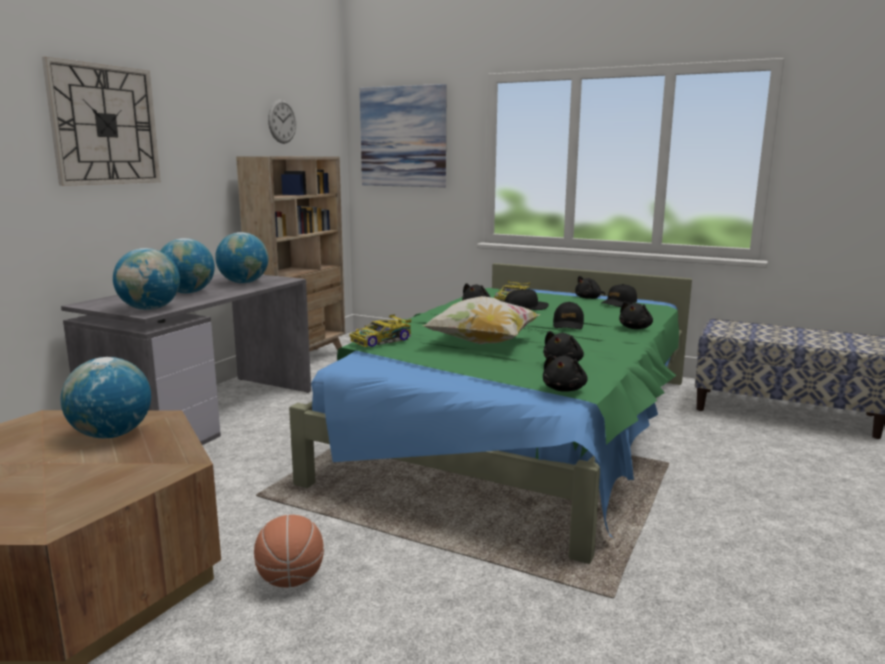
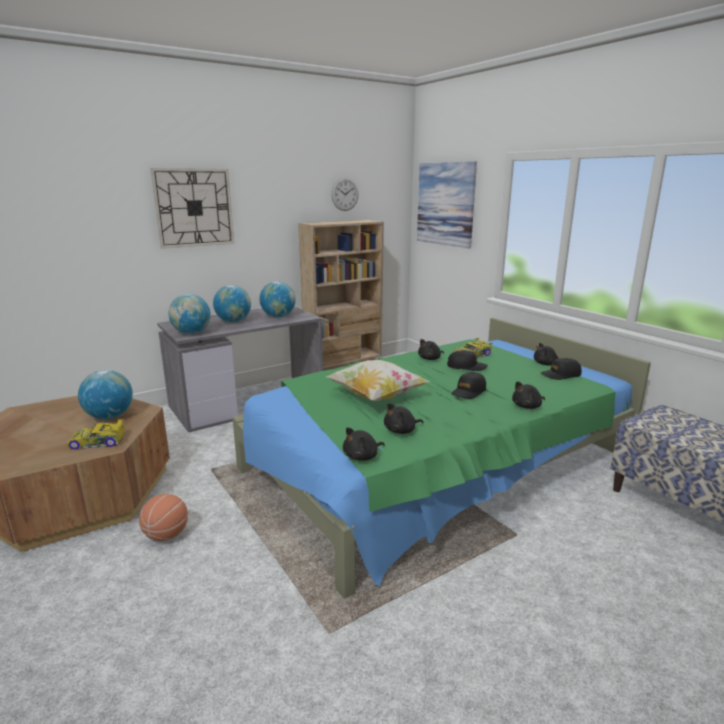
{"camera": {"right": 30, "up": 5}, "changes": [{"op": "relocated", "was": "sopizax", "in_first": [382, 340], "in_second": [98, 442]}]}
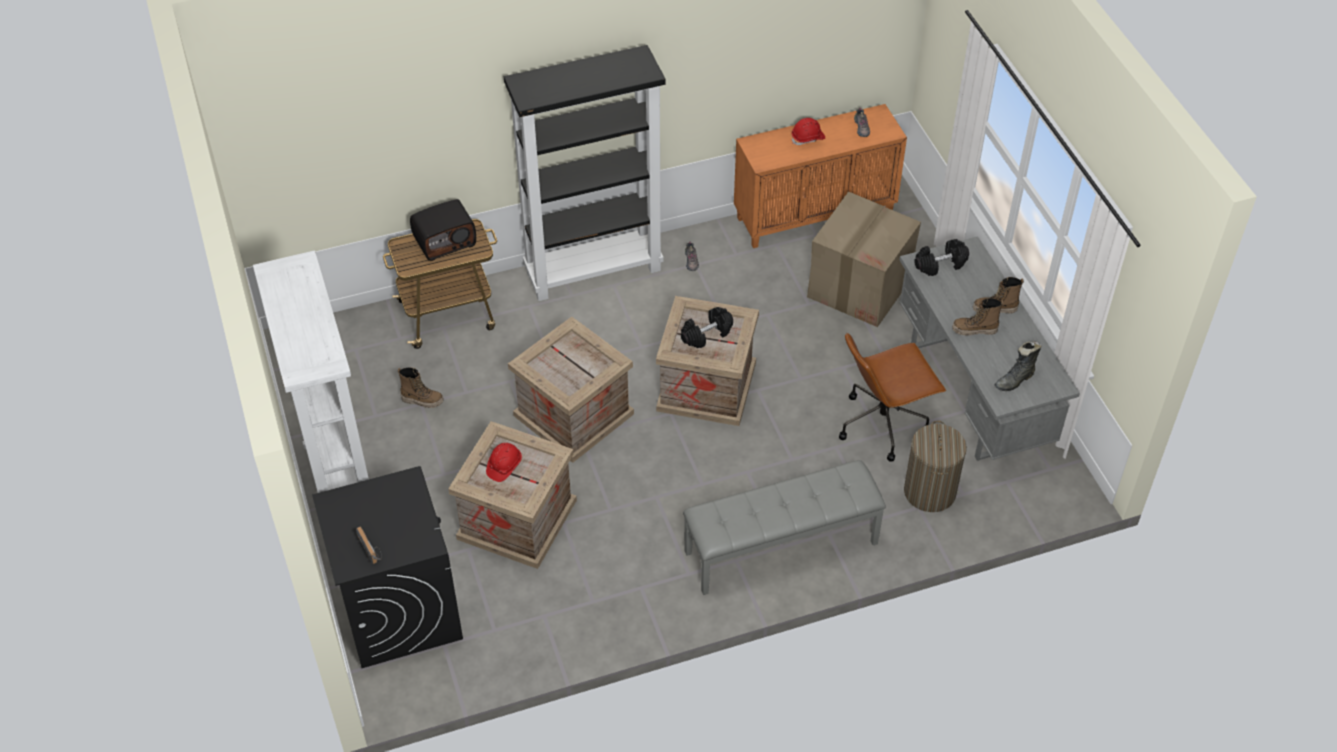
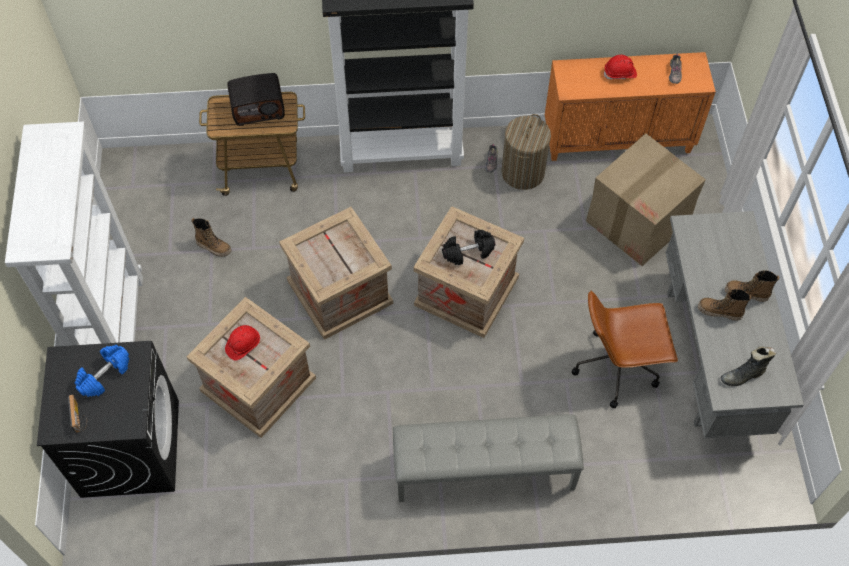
{"camera": {"right": 15, "up": 10}, "changes": [{"op": "appeared", "now": "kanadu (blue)", "in_second": [105, 375]}, {"op": "relocated", "was": "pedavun", "in_first": [929, 492], "in_second": [523, 172]}, {"op": "missing", "was": "kanadu (black)", "in_first": [940, 265]}]}
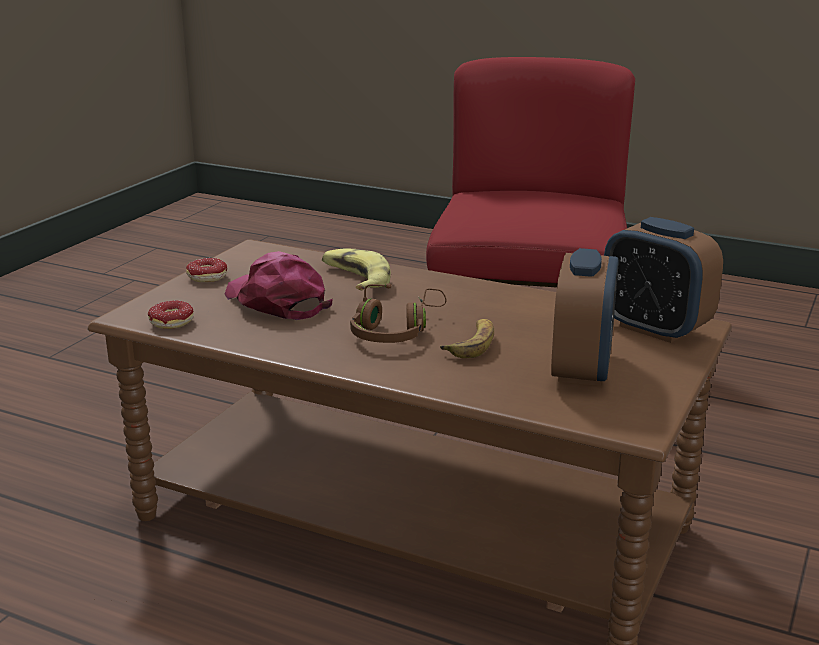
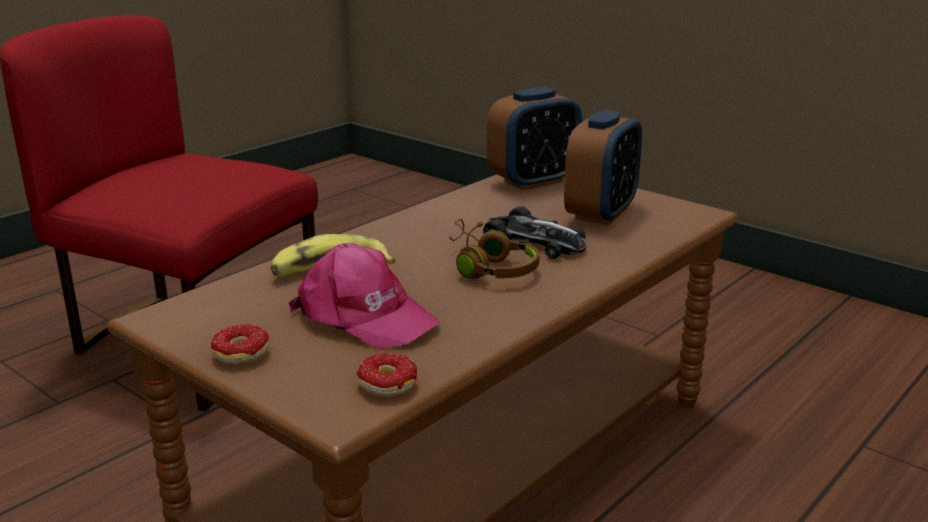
{"camera": {"right": -75, "up": 0}, "changes": [{"op": "spun", "was": "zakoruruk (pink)", "in_first": [276, 301], "in_second": [364, 316], "clockwise": -120}, {"op": "exchanged", "was": "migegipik", "now": "sopizax", "in_first": [472, 344], "in_second": [534, 241]}, {"op": "spun", "was": "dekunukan", "in_first": [581, 369], "in_second": [601, 213], "clockwise": 90}]}
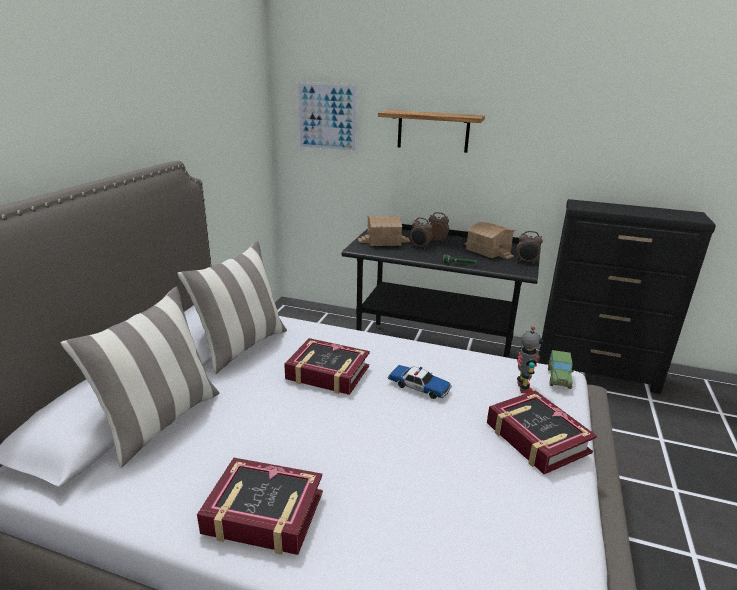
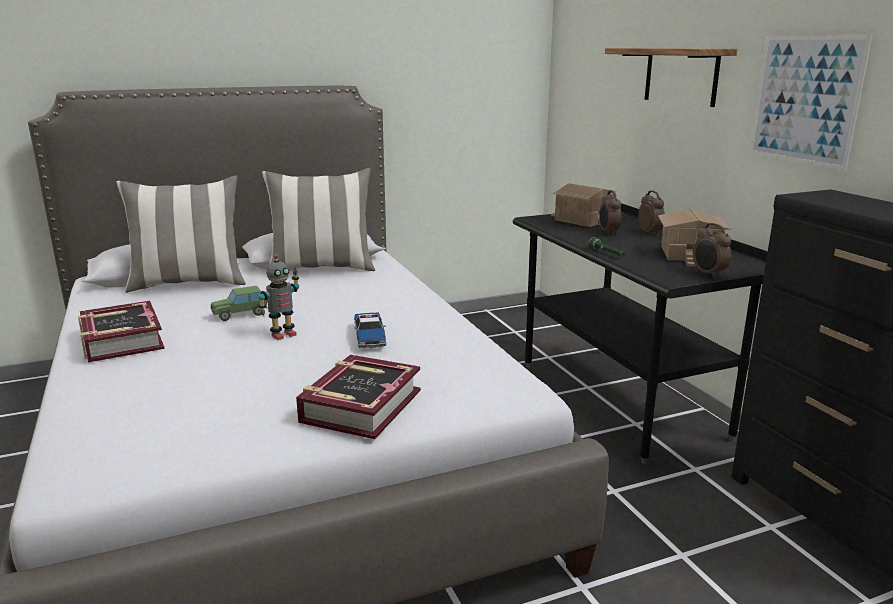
{"camera": {"right": 50, "up": -5}, "changes": [{"op": "relocated", "was": "sopizax", "in_first": [558, 378], "in_second": [241, 314]}, {"op": "relocated", "was": "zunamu", "in_first": [522, 388], "in_second": [283, 335]}, {"op": "relocated", "was": "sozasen", "in_first": [327, 117], "in_second": [805, 100]}, {"op": "missing", "was": "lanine", "in_first": [327, 373]}]}
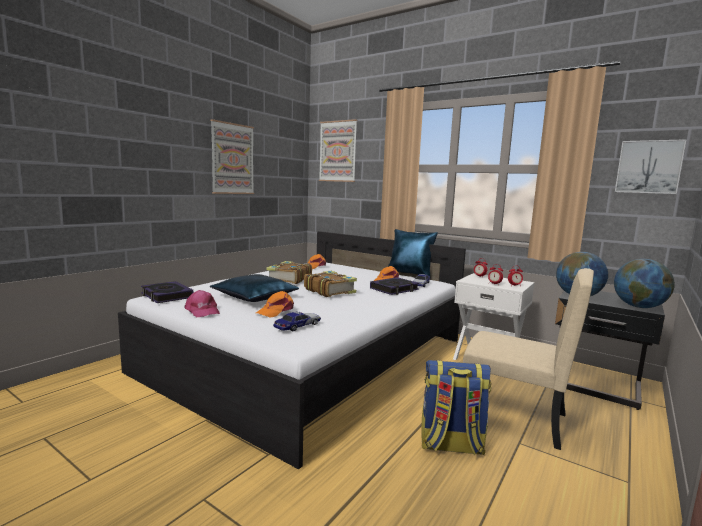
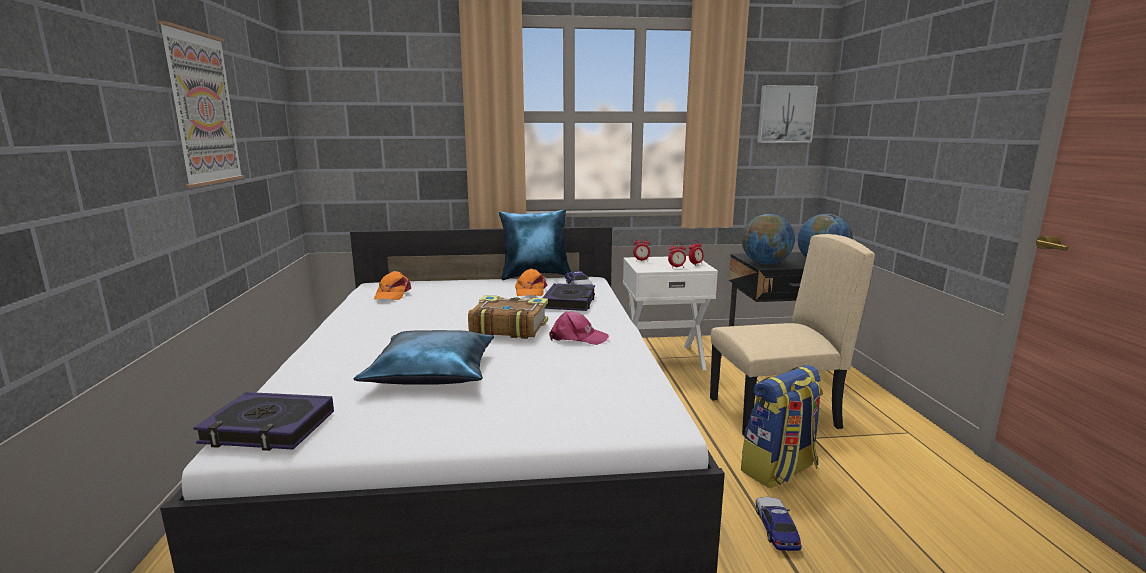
{"camera": {"right": -40, "up": 5}, "changes": [{"op": "relocated", "was": "zakoruruk (pink)", "in_first": [202, 311], "in_second": [577, 338]}, {"op": "relocated", "was": "sopizax", "in_first": [298, 326], "in_second": [776, 528]}, {"op": "missing", "was": "zakoruruk (orange)", "in_first": [276, 311]}, {"op": "missing", "was": "lanine", "in_first": [289, 279]}, {"op": "missing", "was": "sozasen", "in_first": [338, 151]}]}
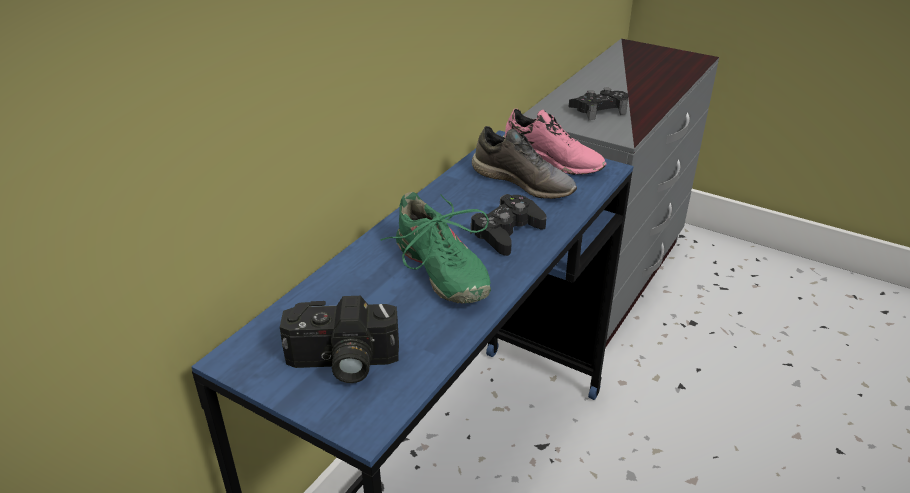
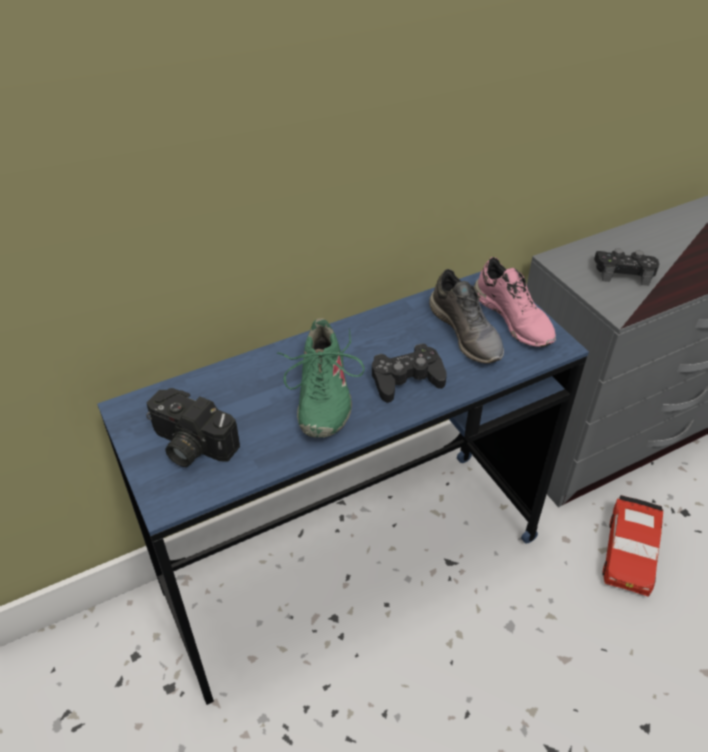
{"camera": {"right": 30, "up": 10}, "changes": [{"op": "appeared", "now": "sopizax (red)", "in_second": [630, 552]}]}
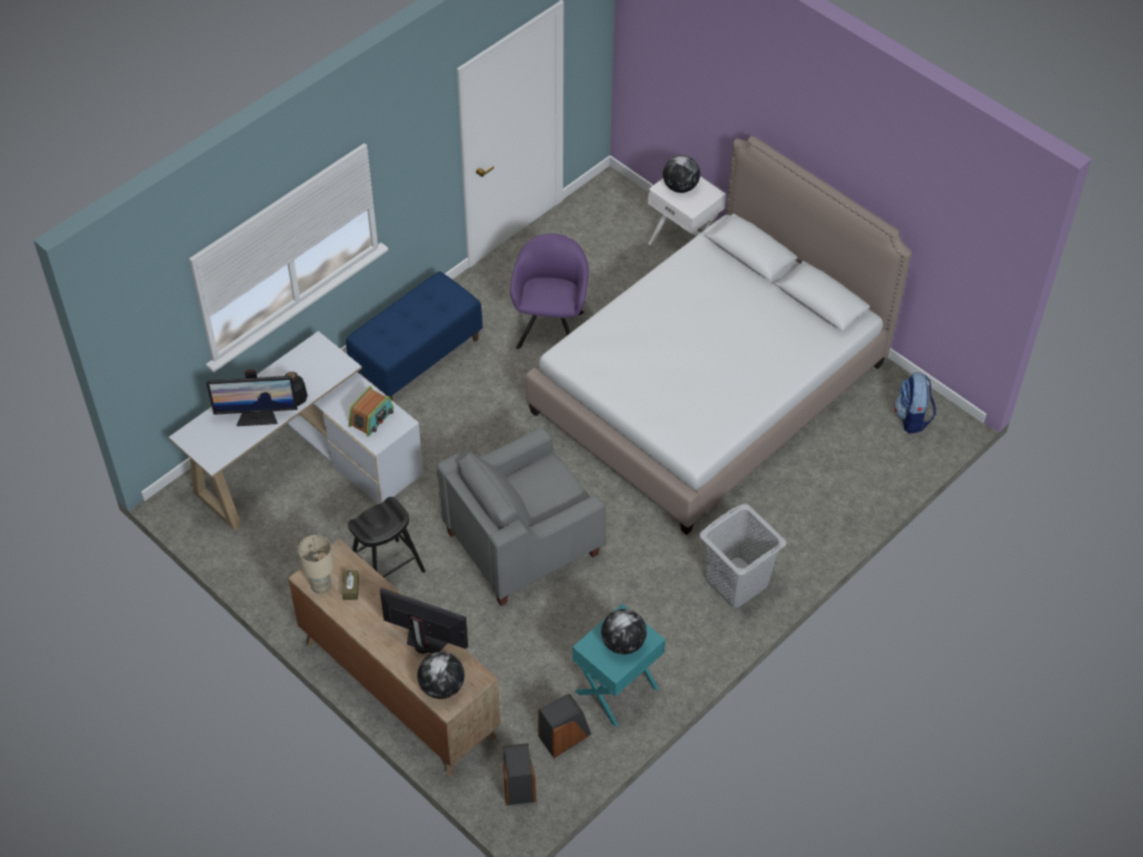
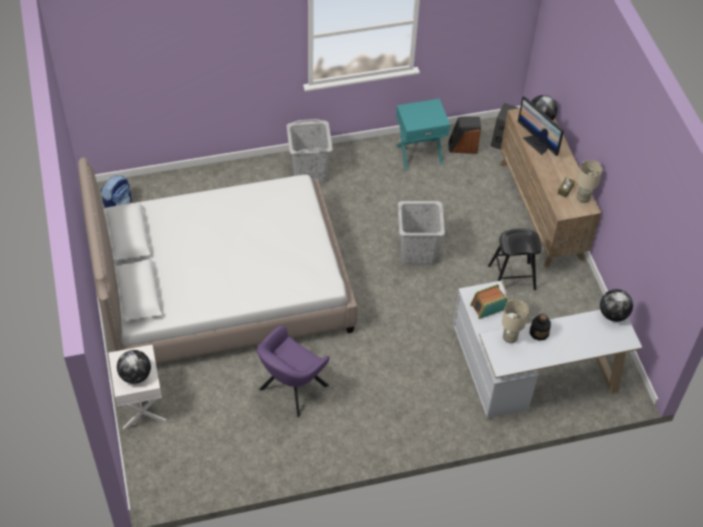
{"camera": {"right": -150, "up": 0}, "changes": [{"op": "exchanged", "was": "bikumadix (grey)", "now": "pedavun (grey)", "in_first": [522, 543], "in_second": [417, 252]}, {"op": "appeared", "now": "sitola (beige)", "in_second": [510, 338]}, {"op": "relocated", "was": "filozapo", "in_first": [623, 643], "in_second": [613, 314]}, {"op": "missing", "was": "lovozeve", "in_first": [257, 416]}, {"op": "missing", "was": "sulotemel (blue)", "in_first": [417, 357]}]}
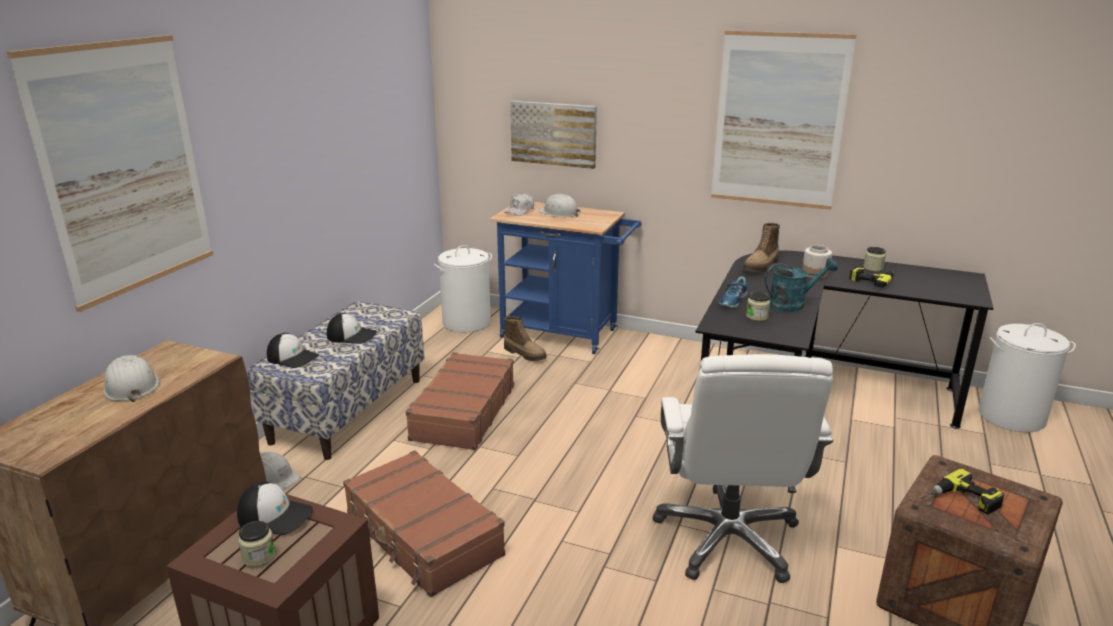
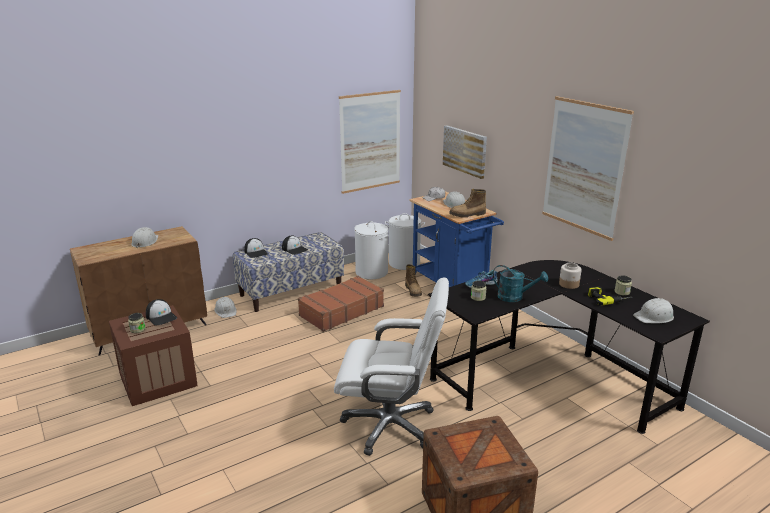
{"camera": {"right": 35, "up": 0}, "changes": [{"op": "spun", "was": "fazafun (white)", "in_first": [728, 538], "in_second": [391, 425], "clockwise": -120}, {"op": "relocated", "was": "sozasen", "in_first": [124, 168], "in_second": [370, 141]}, {"op": "relocated", "was": "pedavun (white)", "in_first": [1011, 416], "in_second": [371, 272]}, {"op": "relocated", "was": "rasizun", "in_first": [761, 267], "in_second": [467, 215]}, {"op": "appeared", "now": "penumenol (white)", "in_second": [654, 316]}, {"op": "missing", "was": "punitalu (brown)", "in_first": [422, 535]}, {"op": "missing", "was": "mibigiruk", "in_first": [960, 502]}]}
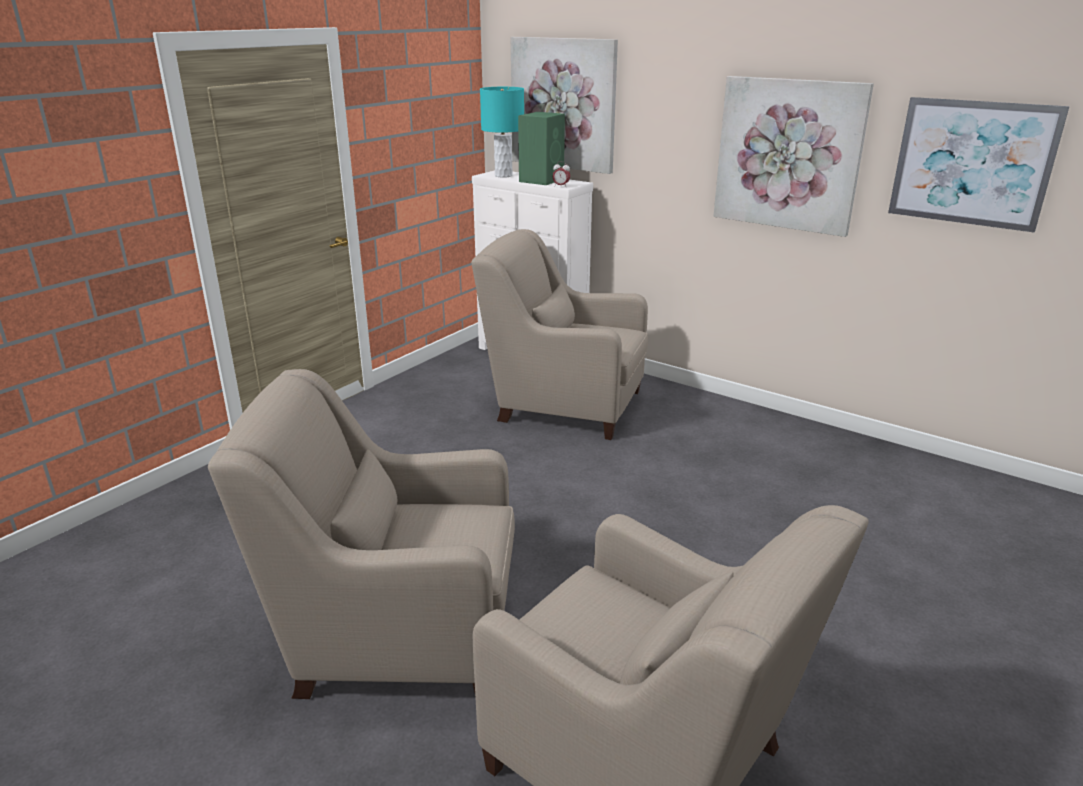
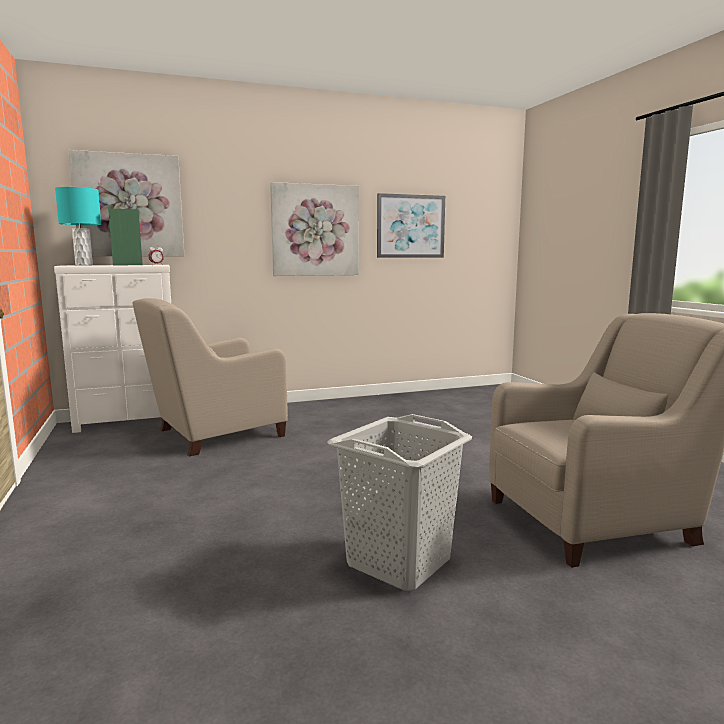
{"camera": {"right": -55, "up": -15}, "changes": [{"op": "exchanged", "was": "bikumadix (beige)", "now": "pedavun (grey)", "in_first": [398, 633], "in_second": [397, 562]}]}
